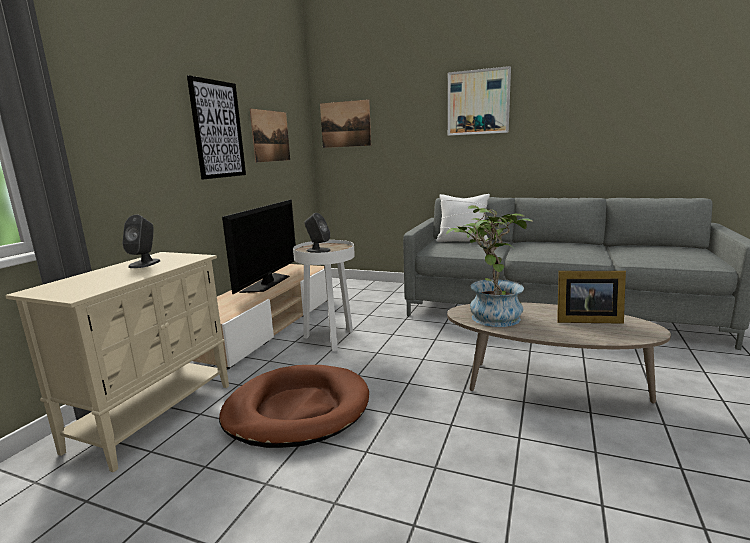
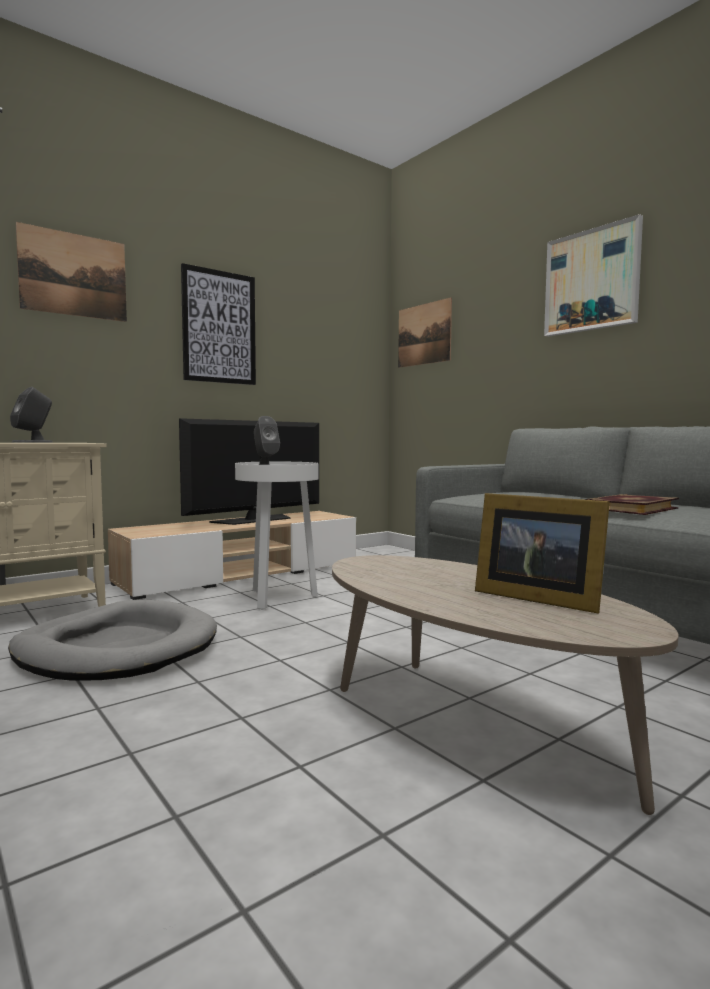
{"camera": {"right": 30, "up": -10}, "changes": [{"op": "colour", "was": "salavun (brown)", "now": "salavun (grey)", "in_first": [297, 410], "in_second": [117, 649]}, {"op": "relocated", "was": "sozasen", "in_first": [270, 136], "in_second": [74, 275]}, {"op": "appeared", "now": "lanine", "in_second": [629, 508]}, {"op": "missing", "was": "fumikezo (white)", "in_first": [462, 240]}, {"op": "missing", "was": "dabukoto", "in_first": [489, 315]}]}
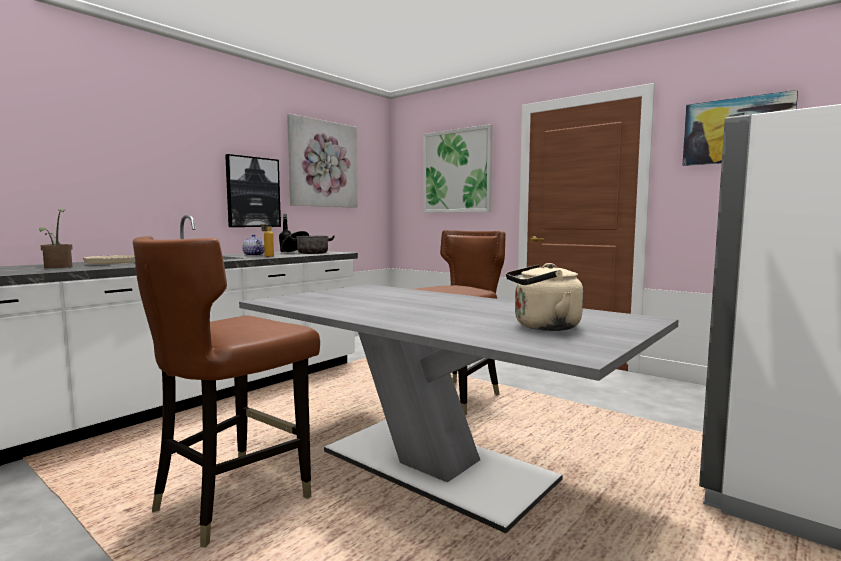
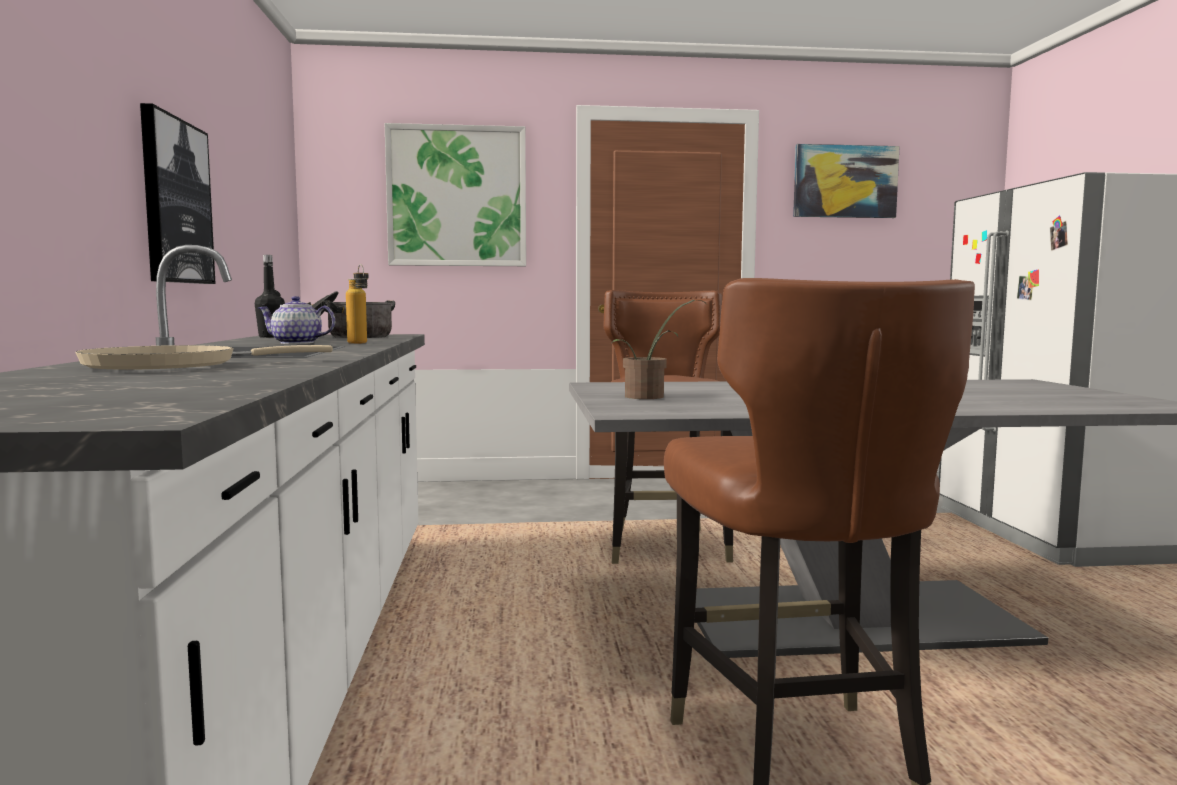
{"camera": {"right": -45, "up": 0}, "changes": [{"op": "relocated", "was": "dabukoto", "in_first": [58, 267], "in_second": [650, 397]}, {"op": "missing", "was": "sozasen", "in_first": [323, 164]}, {"op": "missing", "was": "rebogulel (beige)", "in_first": [543, 327]}]}
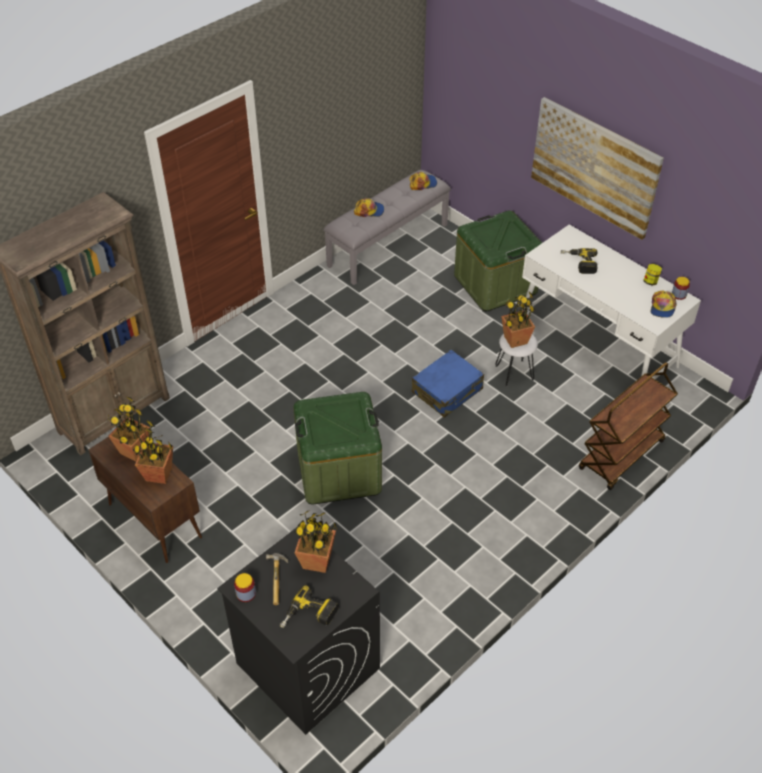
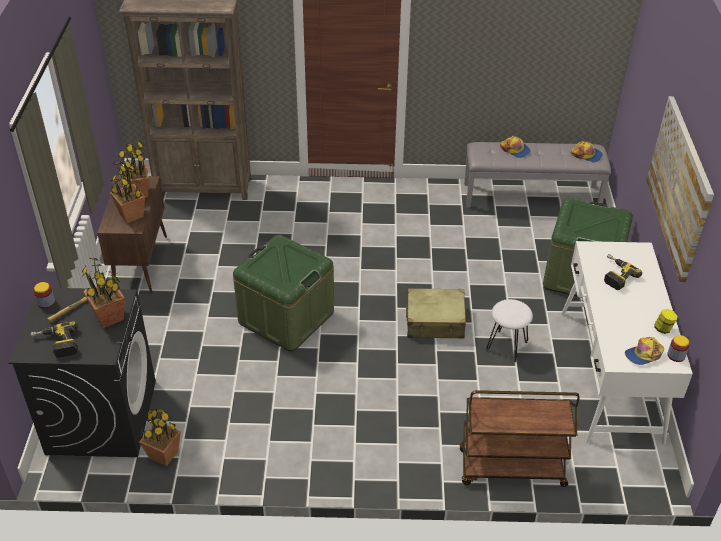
{"camera": {"right": 45, "up": -5}, "changes": [{"op": "relocated", "was": "dabukoto", "in_first": [515, 340], "in_second": [163, 455]}, {"op": "colour", "was": "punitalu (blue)", "now": "punitalu (beige)", "in_first": [447, 391], "in_second": [435, 322]}]}
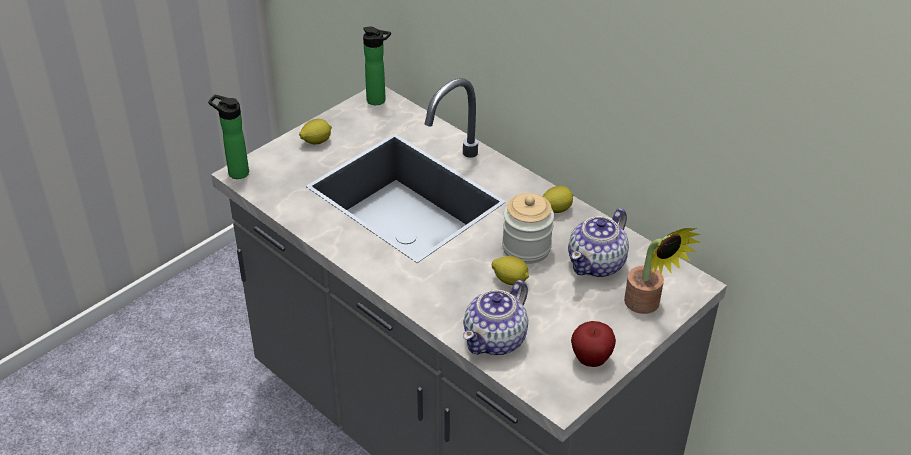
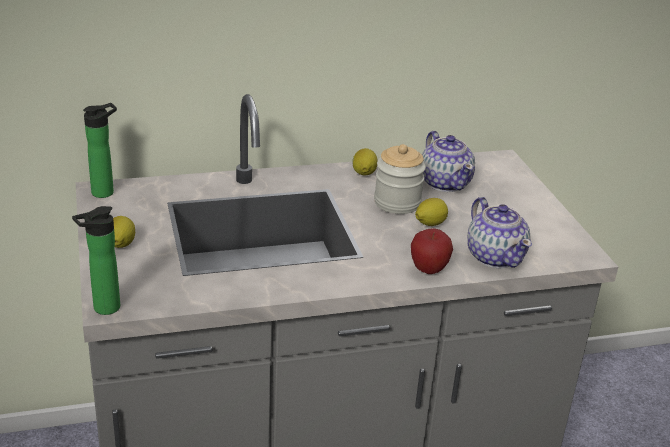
{"camera": {"right": -60, "up": -10}, "changes": [{"op": "relocated", "was": "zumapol", "in_first": [591, 360], "in_second": [428, 270]}, {"op": "missing", "was": "dabukoto", "in_first": [646, 306]}]}
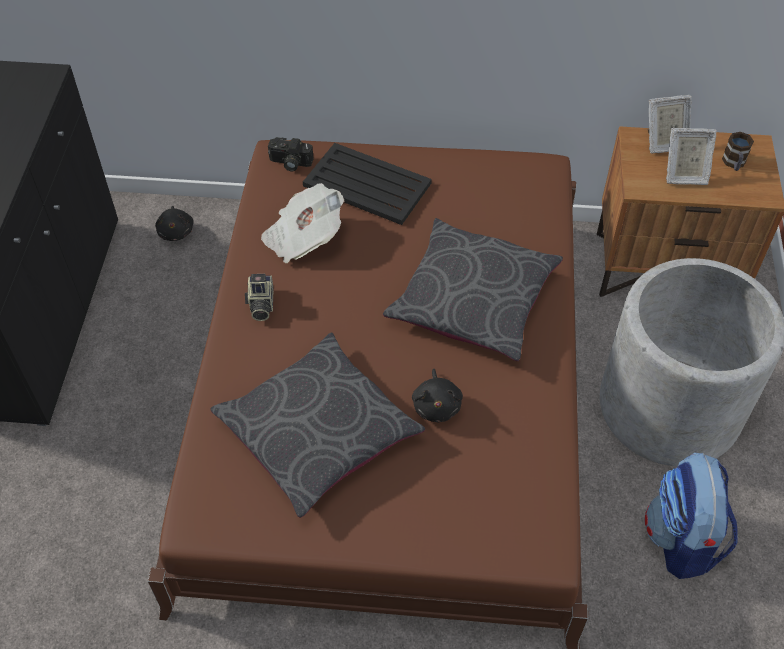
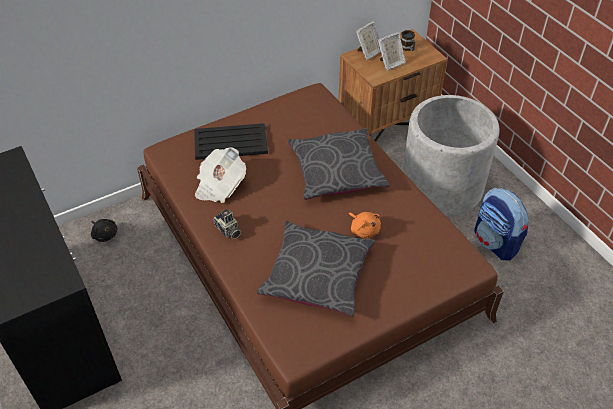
{"camera": {"right": -35, "up": -5}, "changes": [{"op": "colour", "was": "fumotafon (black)", "now": "fumotafon (orange)", "in_first": [437, 405], "in_second": [364, 230]}, {"op": "missing", "was": "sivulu", "in_first": [289, 163]}]}
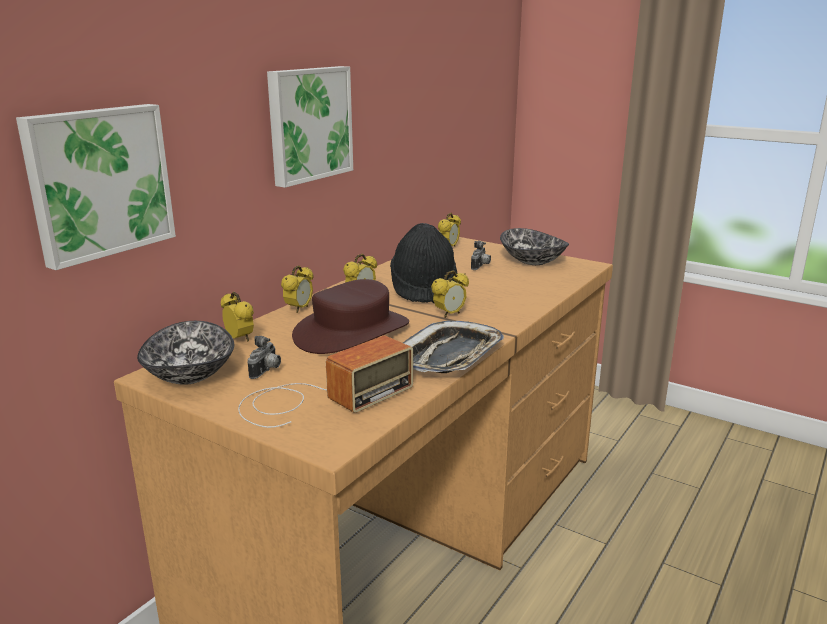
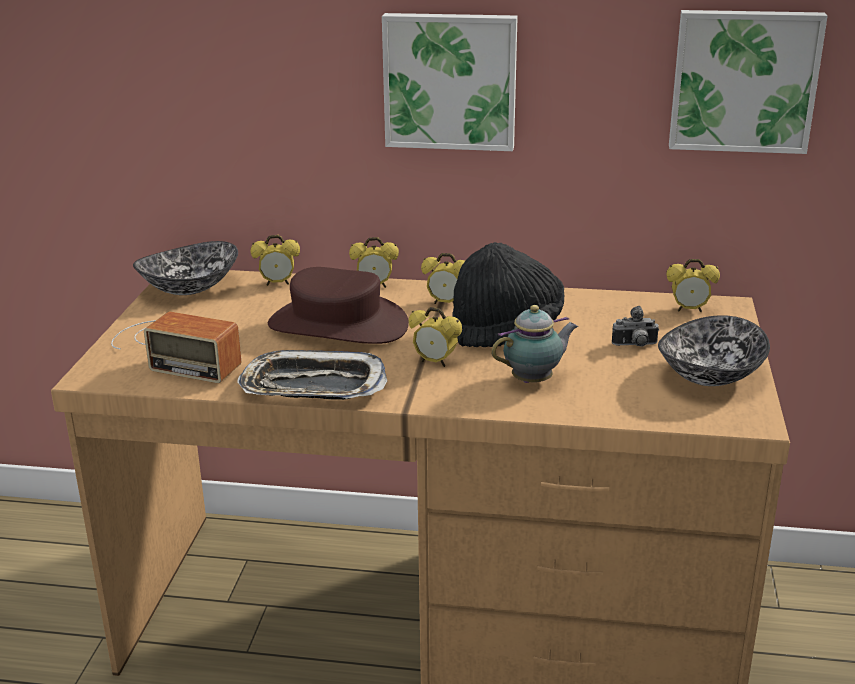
{"camera": {"right": 65, "up": 5}, "changes": [{"op": "spun", "was": "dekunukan", "in_first": [240, 339], "in_second": [277, 283], "clockwise": 60}, {"op": "appeared", "now": "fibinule", "in_second": [534, 380]}, {"op": "relocated", "was": "sozasen", "in_first": [99, 182], "in_second": [743, 80]}, {"op": "missing", "was": "sivulu", "in_first": [267, 371]}]}
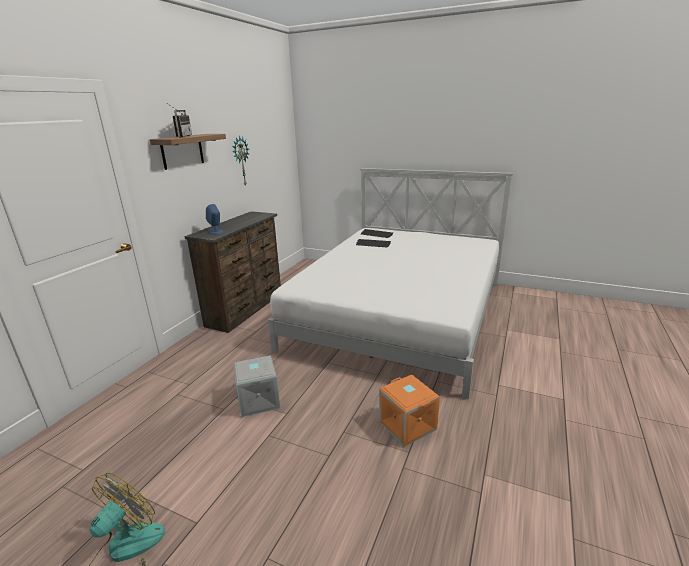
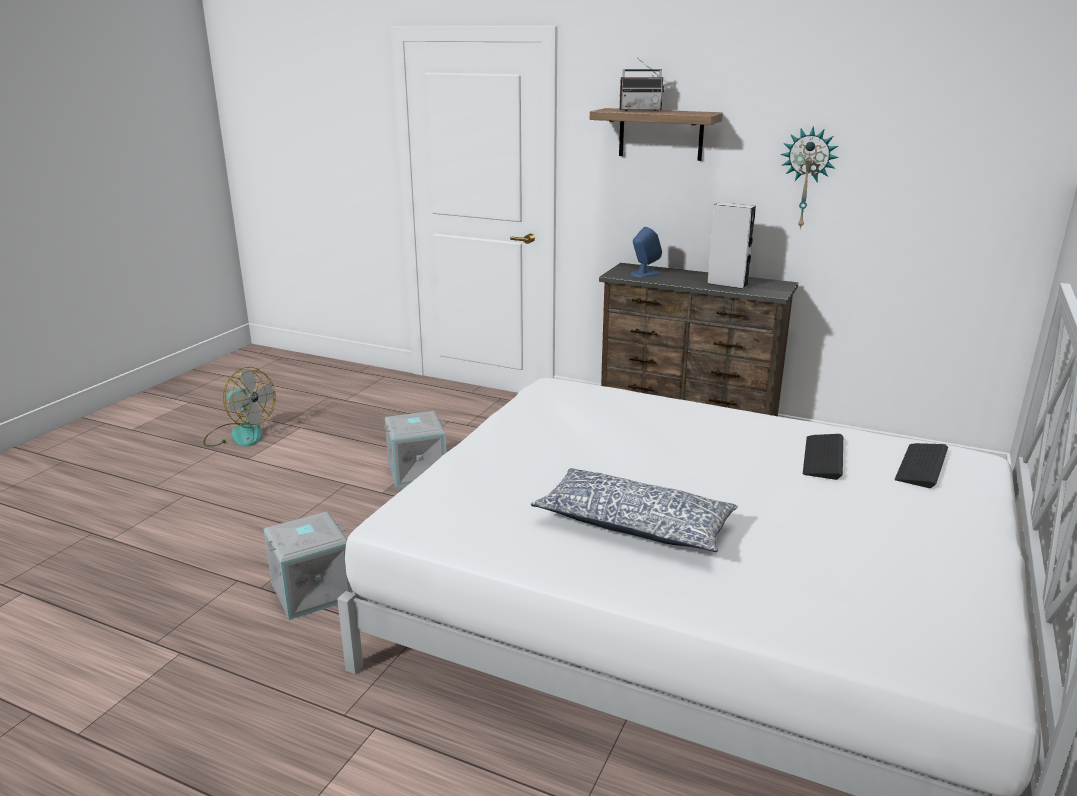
{"camera": {"right": 90, "up": 0}, "changes": [{"op": "colour", "was": "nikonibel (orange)", "now": "nikonibel (grey)", "in_first": [406, 425], "in_second": [313, 590]}, {"op": "appeared", "now": "fumikezo", "in_second": [634, 524]}, {"op": "appeared", "now": "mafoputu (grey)", "in_second": [727, 284]}]}
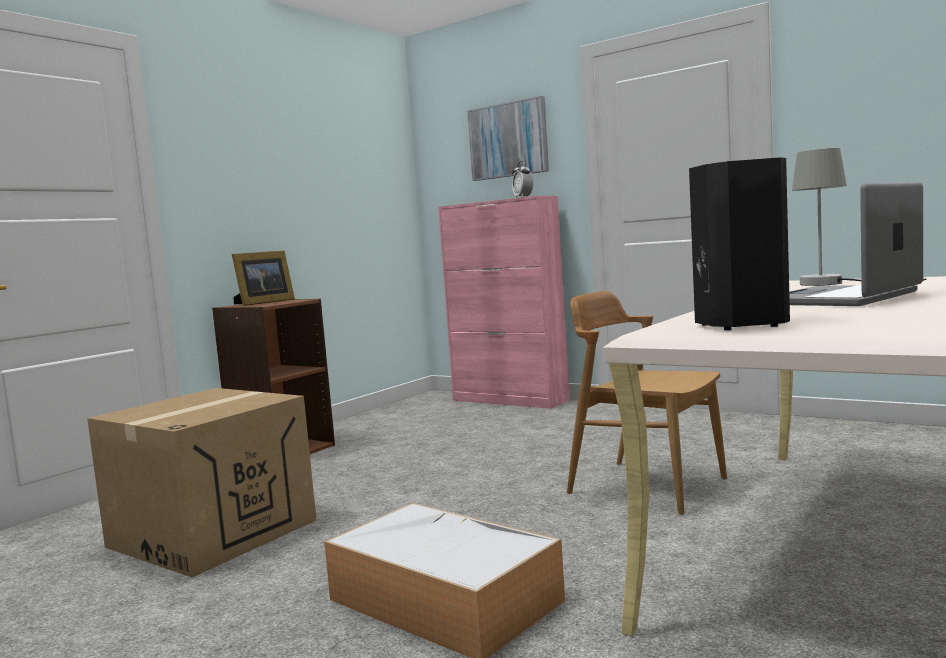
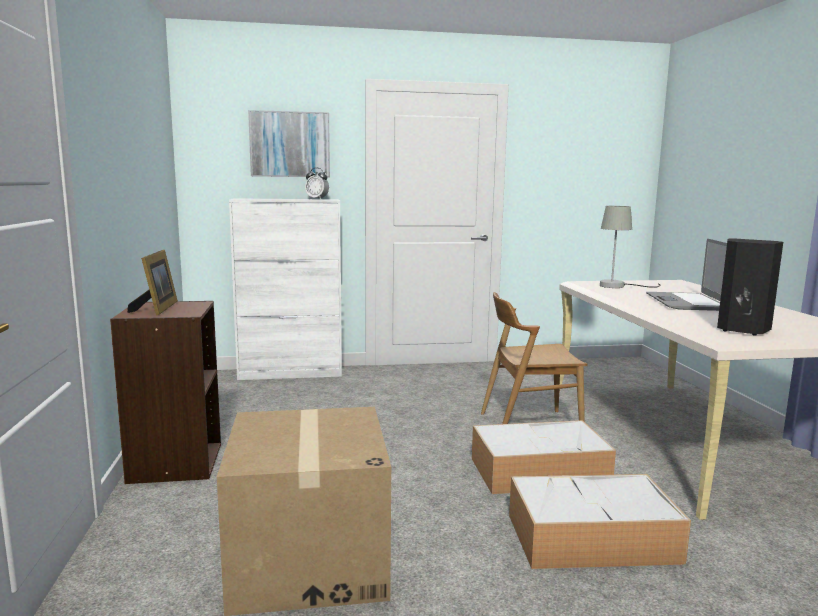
{"camera": {"right": -45, "up": 5}, "changes": [{"op": "colour", "was": "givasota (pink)", "now": "givasota (white)", "in_first": [510, 400], "in_second": [291, 373]}, {"op": "appeared", "now": "nikonibel", "in_second": [540, 471]}]}
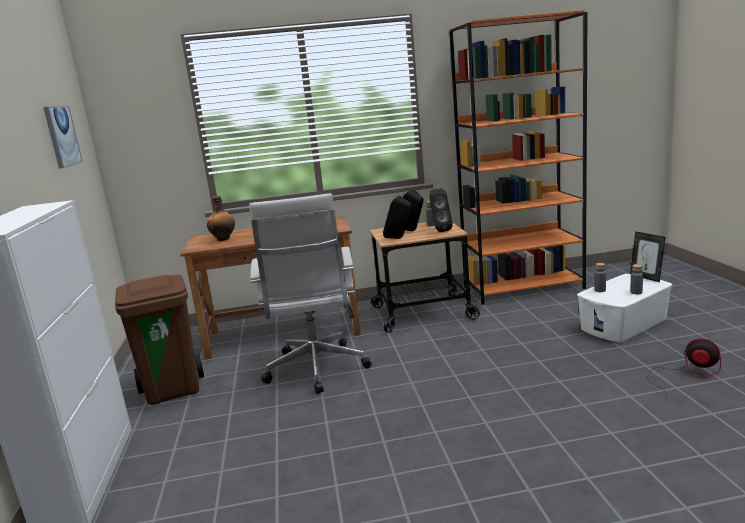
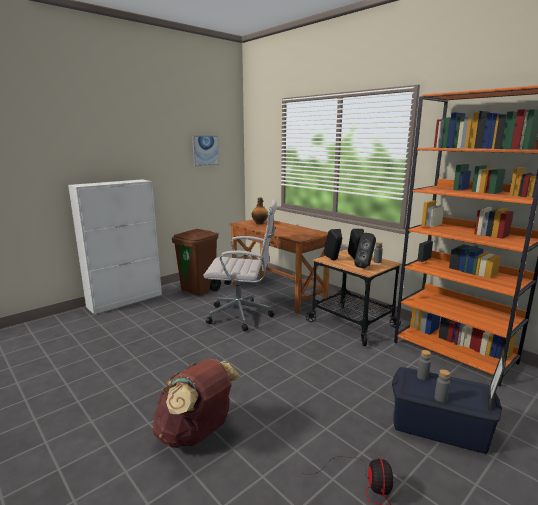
{"camera": {"right": 55, "up": 0}, "changes": [{"op": "appeared", "now": "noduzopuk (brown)", "in_second": [196, 434]}, {"op": "spun", "was": "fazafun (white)", "in_first": [317, 370], "in_second": [243, 315], "clockwise": -135}, {"op": "colour", "was": "nikonibel (white)", "now": "nikonibel (blue)", "in_first": [624, 324], "in_second": [439, 425]}]}
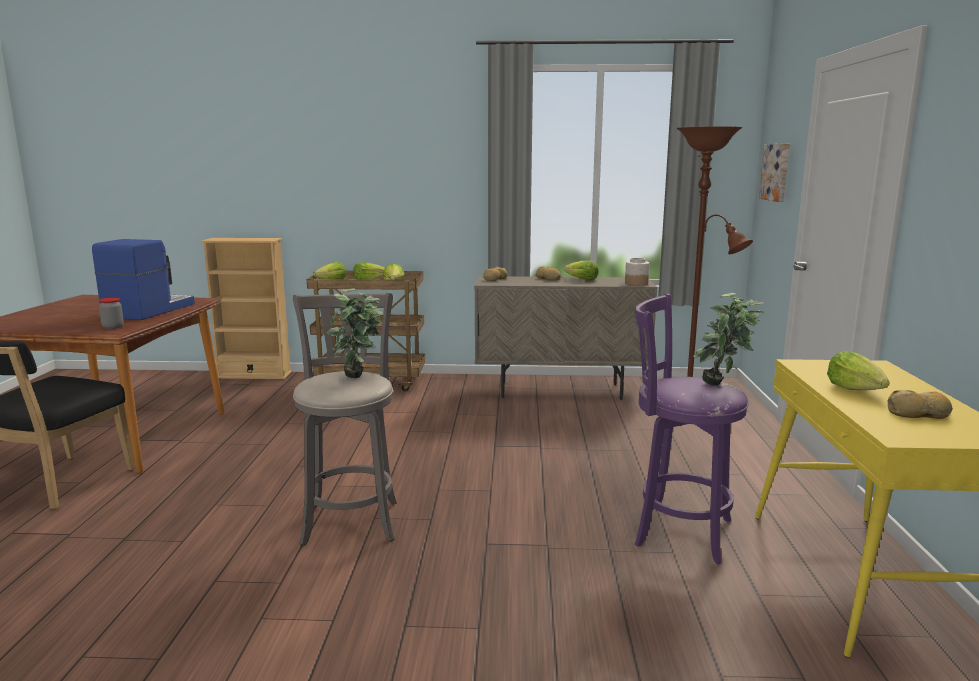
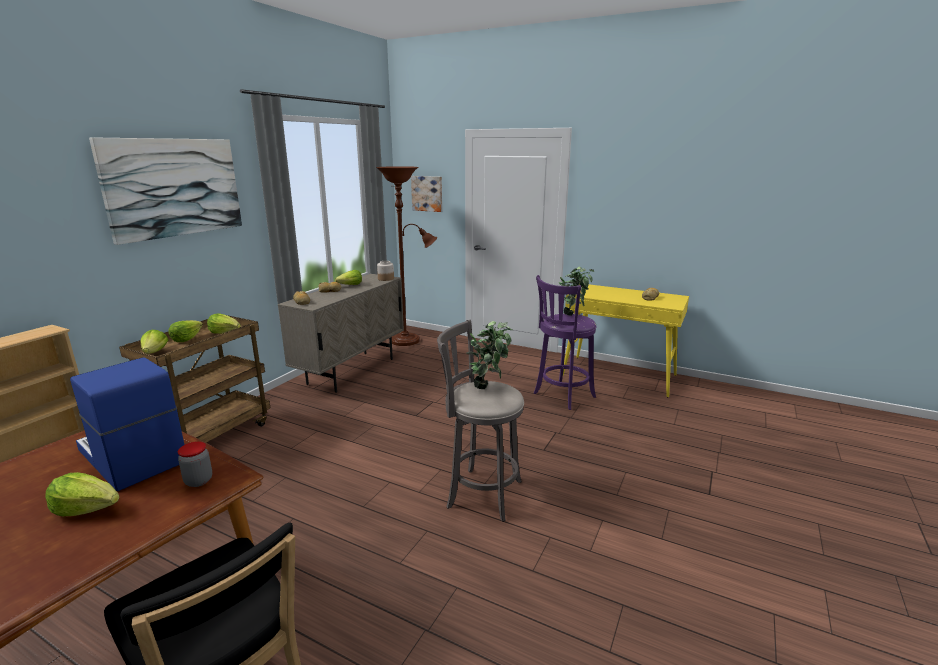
{"camera": {"right": -65, "up": 5}, "changes": [{"op": "relocated", "was": "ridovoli", "in_first": [856, 390], "in_second": [88, 509]}, {"op": "appeared", "now": "sozasen", "in_second": [174, 187]}]}
